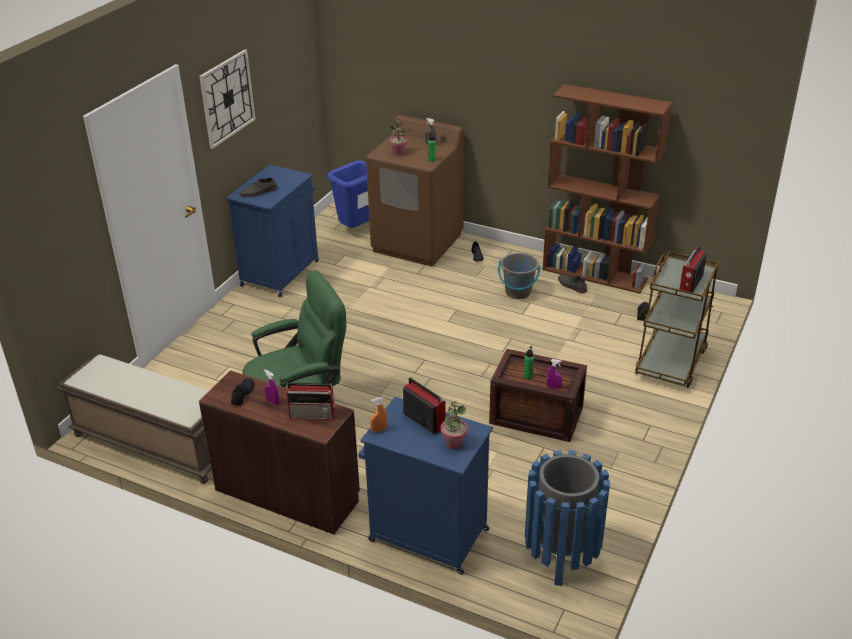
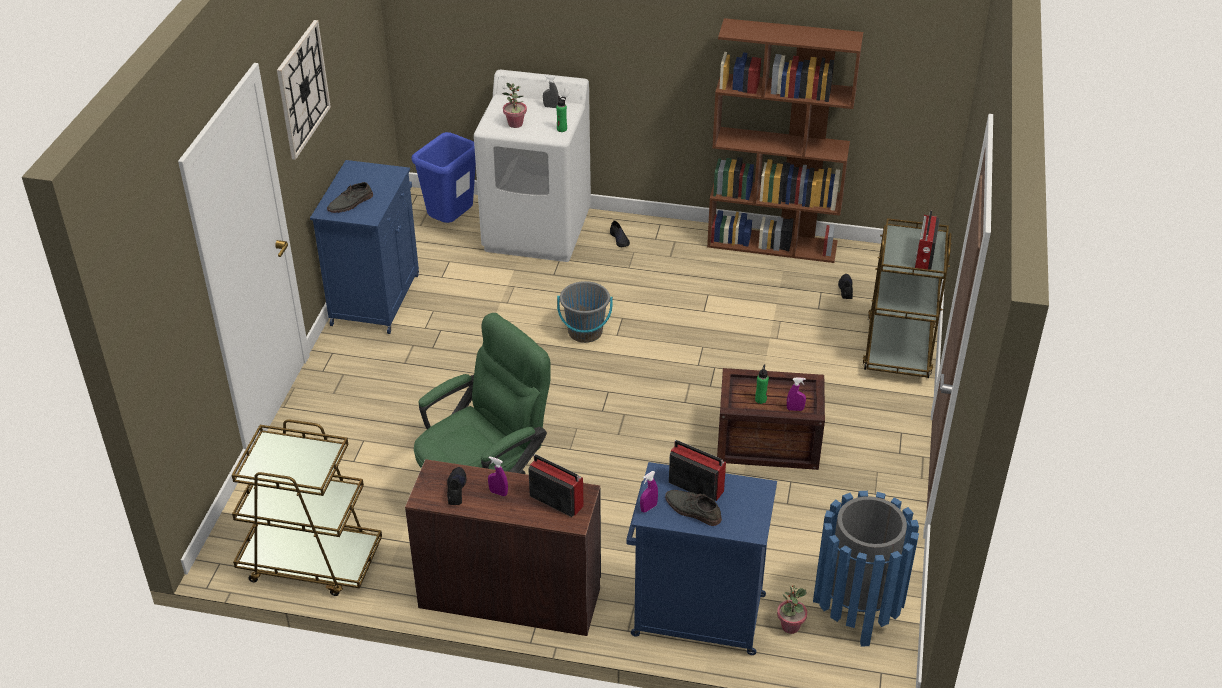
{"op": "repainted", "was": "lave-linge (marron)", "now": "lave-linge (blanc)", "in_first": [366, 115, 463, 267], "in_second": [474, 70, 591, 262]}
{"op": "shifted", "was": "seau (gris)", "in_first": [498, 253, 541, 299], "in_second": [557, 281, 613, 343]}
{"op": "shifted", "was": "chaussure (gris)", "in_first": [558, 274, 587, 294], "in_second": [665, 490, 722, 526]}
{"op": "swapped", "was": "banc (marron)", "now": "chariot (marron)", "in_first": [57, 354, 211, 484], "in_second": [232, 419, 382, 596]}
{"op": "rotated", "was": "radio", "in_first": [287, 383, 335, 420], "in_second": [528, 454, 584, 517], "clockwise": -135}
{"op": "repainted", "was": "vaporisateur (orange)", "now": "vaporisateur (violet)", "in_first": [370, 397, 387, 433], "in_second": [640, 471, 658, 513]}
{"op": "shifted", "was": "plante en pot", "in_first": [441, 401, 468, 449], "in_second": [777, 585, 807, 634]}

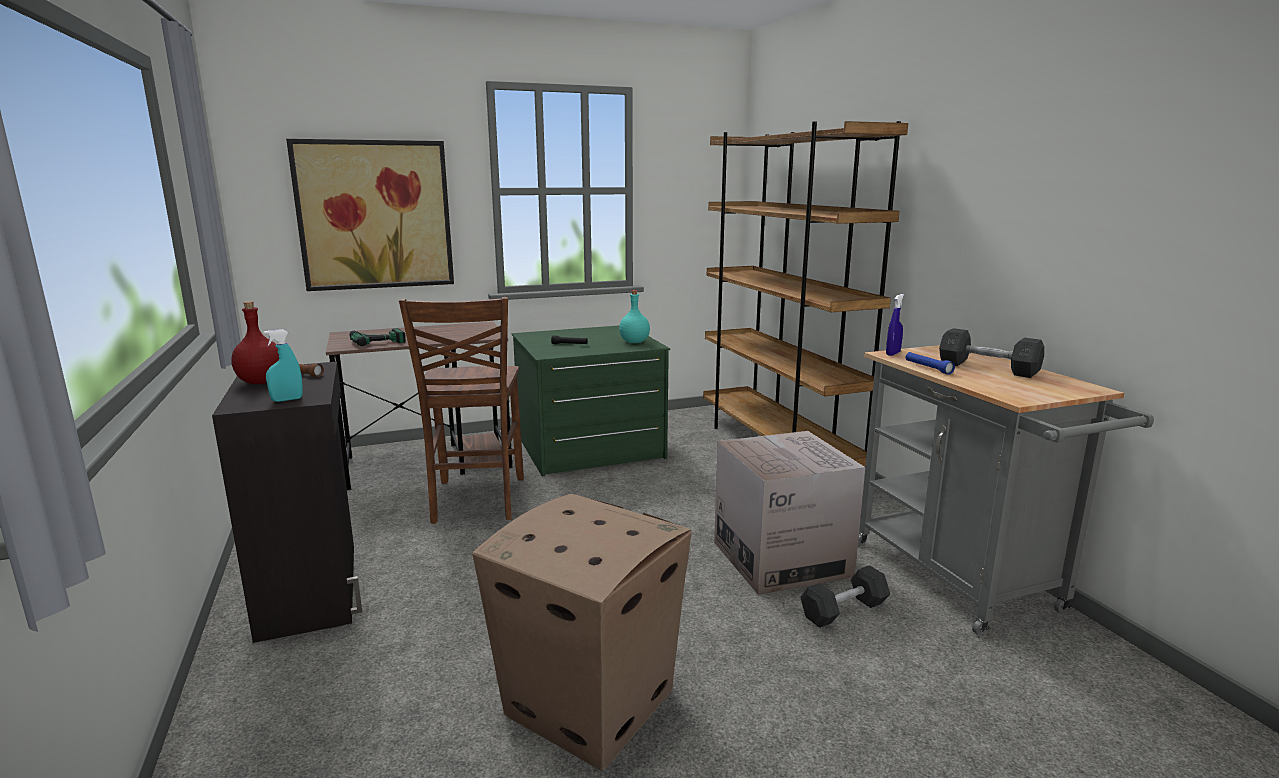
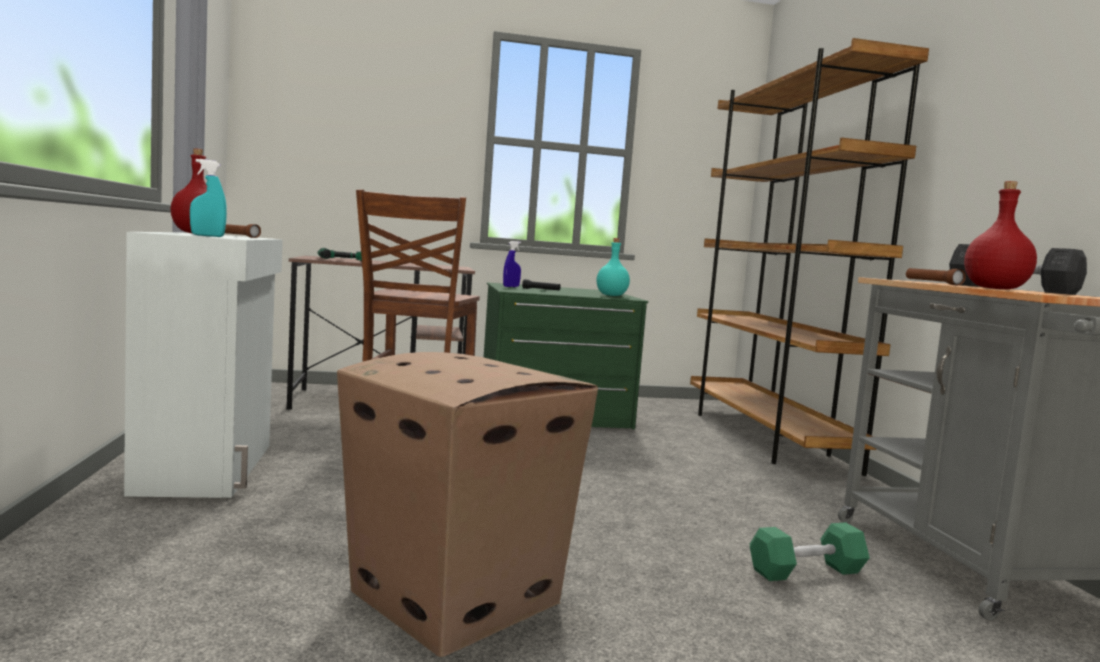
{"op": "gone", "was": "tableau", "in_first": [286, 139, 454, 291]}
{"op": "shifted", "was": "vaporisateur (bleu)", "in_first": [886, 294, 904, 356], "in_second": [503, 241, 521, 287]}
{"op": "repainted", "was": "lampe de poche (bleu)", "now": "lampe de poche (marron)", "in_first": [906, 352, 955, 375], "in_second": [906, 268, 966, 285]}
{"op": "repainted", "was": "meuble de rangement (noir)", "now": "meuble de rangement (blanc)", "in_first": [212, 362, 362, 643], "in_second": [124, 232, 283, 498]}
{"op": "gone", "was": "carton", "in_first": [714, 431, 865, 595]}
{"op": "repainted", "was": "haltère (gris)", "now": "haltère (vert)", "in_first": [800, 565, 890, 628], "in_second": [750, 522, 870, 581]}
{"op": "new", "now": "bouteille (rouge)", "in_second": [964, 181, 1037, 289]}

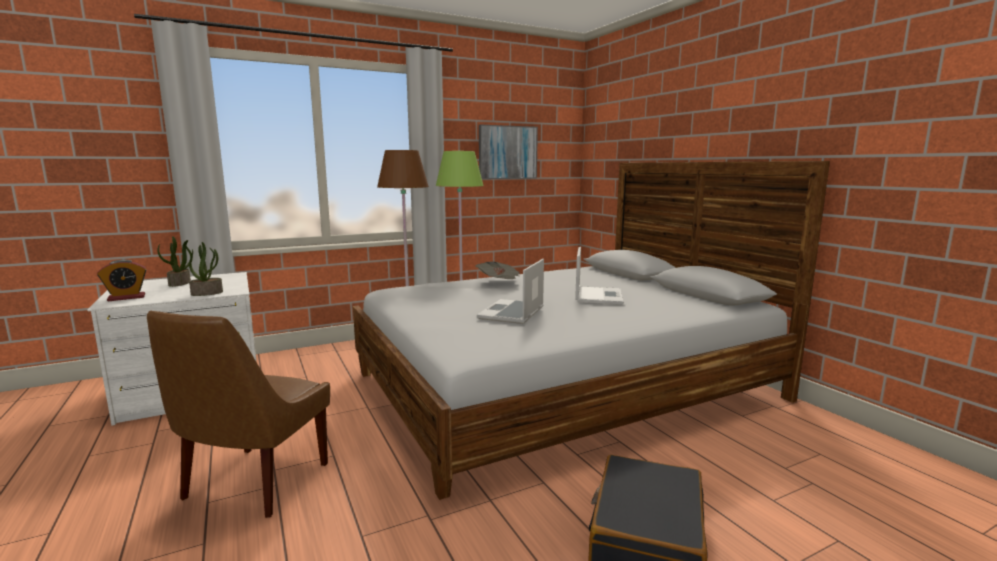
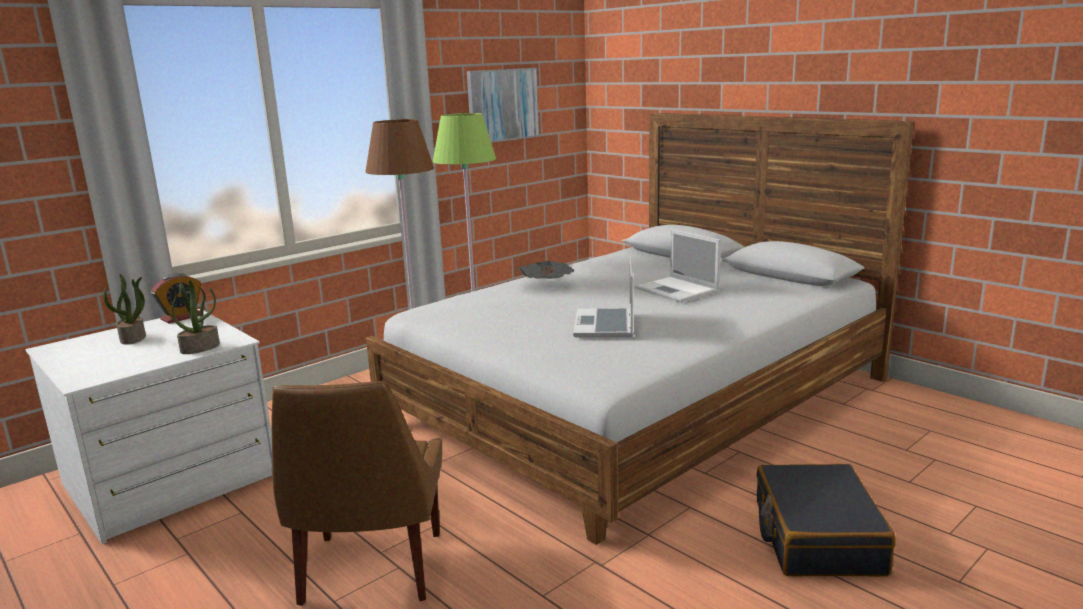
{"op": "rotated", "was": "ordinateur portable", "in_first": [575, 247, 624, 304], "in_second": [635, 229, 721, 303], "clockwise": 150}
{"op": "shifted", "was": "réveil", "in_first": [97, 260, 147, 301], "in_second": [151, 273, 201, 324]}

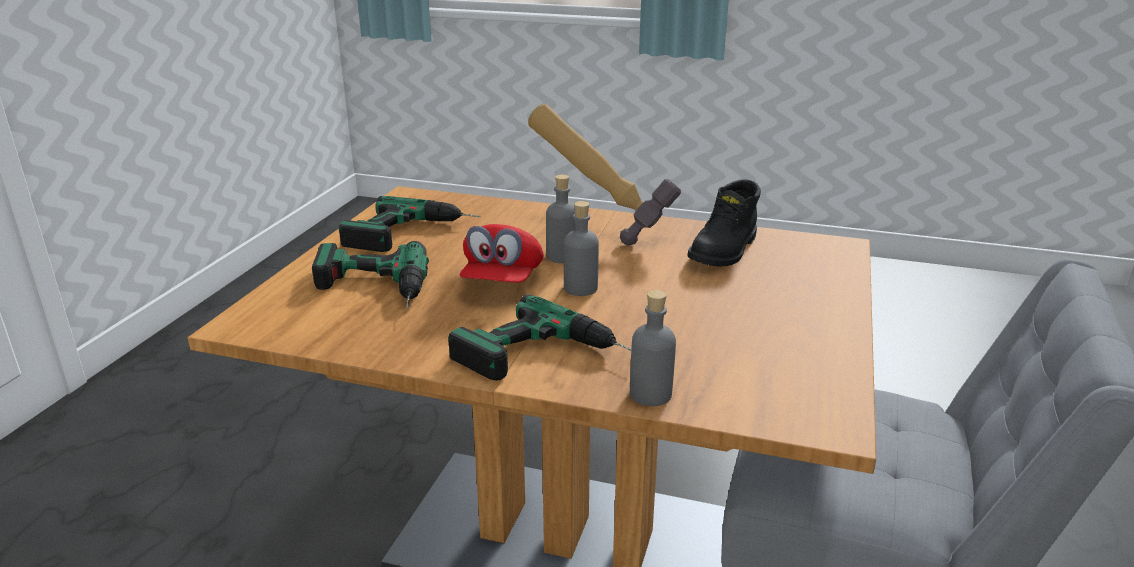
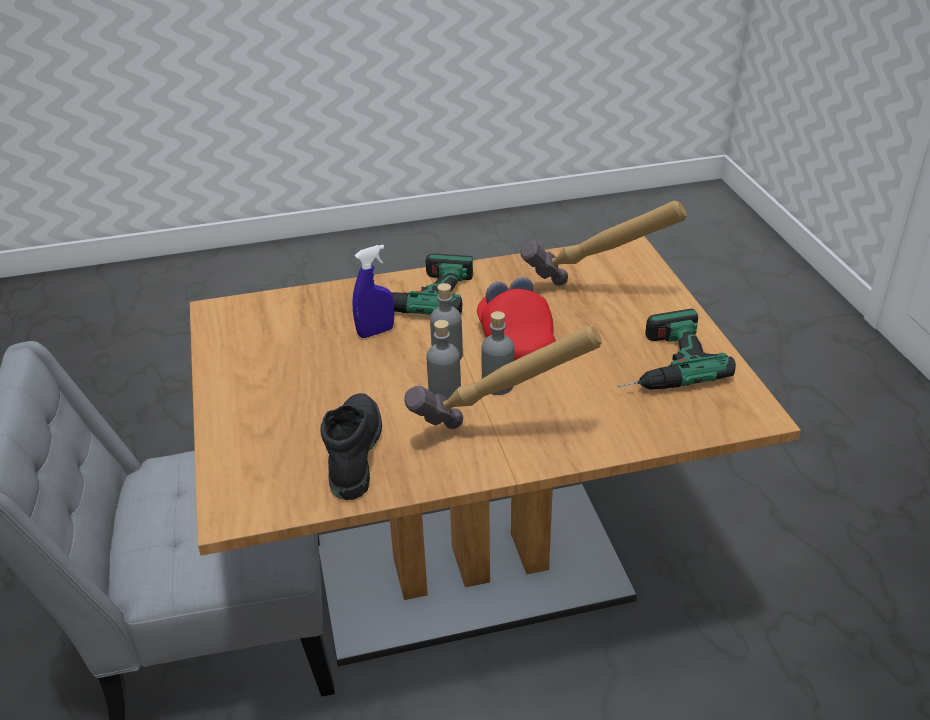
{"op": "swapped", "was": "perceuse", "now": "marteau", "in_first": [312, 241, 429, 308], "in_second": [520, 201, 687, 286]}
{"op": "shifted", "was": "bouteille (gris)", "in_first": [630, 290, 676, 406], "in_second": [426, 320, 461, 399]}
{"op": "new", "now": "vaporisateur (bleu)", "in_second": [352, 245, 394, 338]}

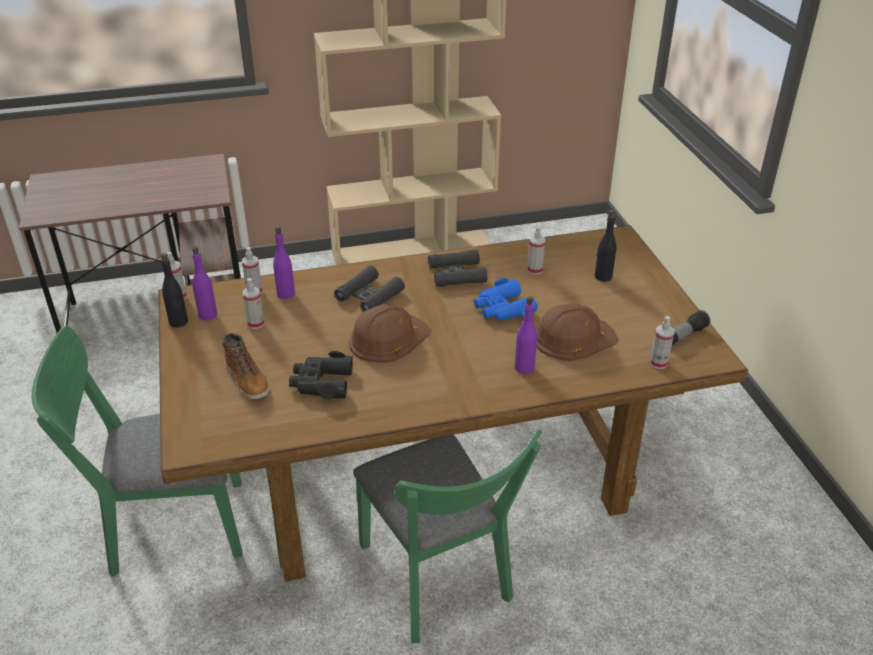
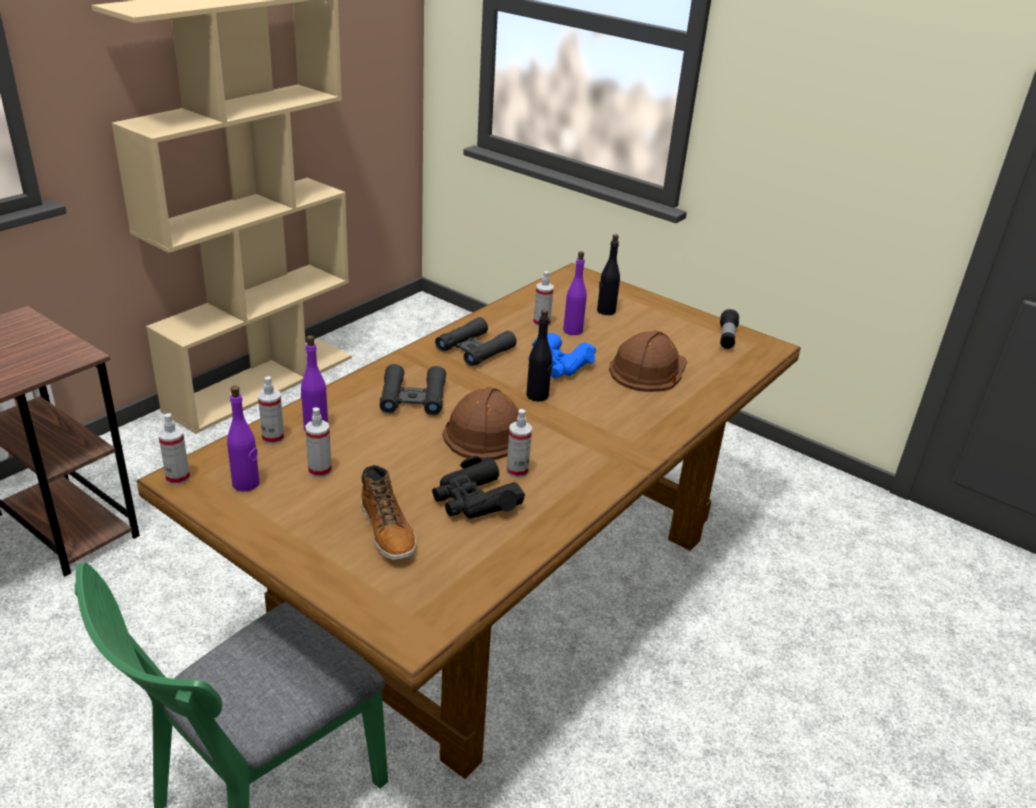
{"op": "shifted", "was": "bouteille (noir)", "in_first": [161, 253, 188, 328], "in_second": [526, 309, 552, 402]}
{"op": "shifted", "was": "bouteille (violet)", "in_first": [515, 296, 537, 374], "in_second": [563, 251, 587, 335]}
{"op": "shifted", "was": "vaporisateur", "in_first": [650, 316, 674, 369], "in_second": [506, 409, 532, 478]}
{"op": "rotated", "was": "botte", "in_first": [222, 333, 270, 399], "in_second": [361, 465, 416, 560], "clockwise": 45}
{"op": "gone", "was": "chaise (vert)", "in_first": [353, 429, 542, 643]}

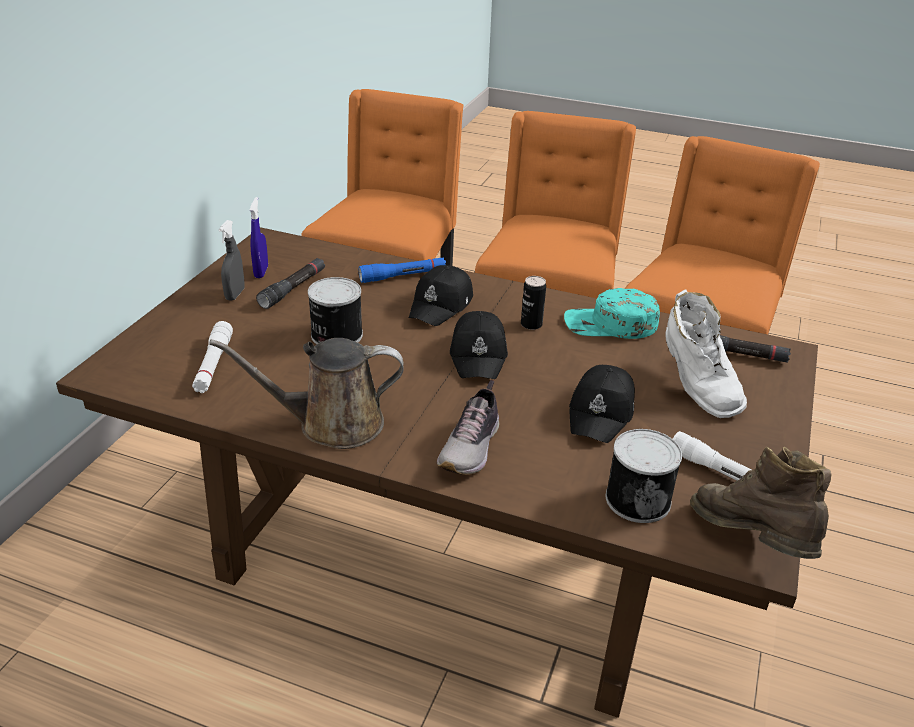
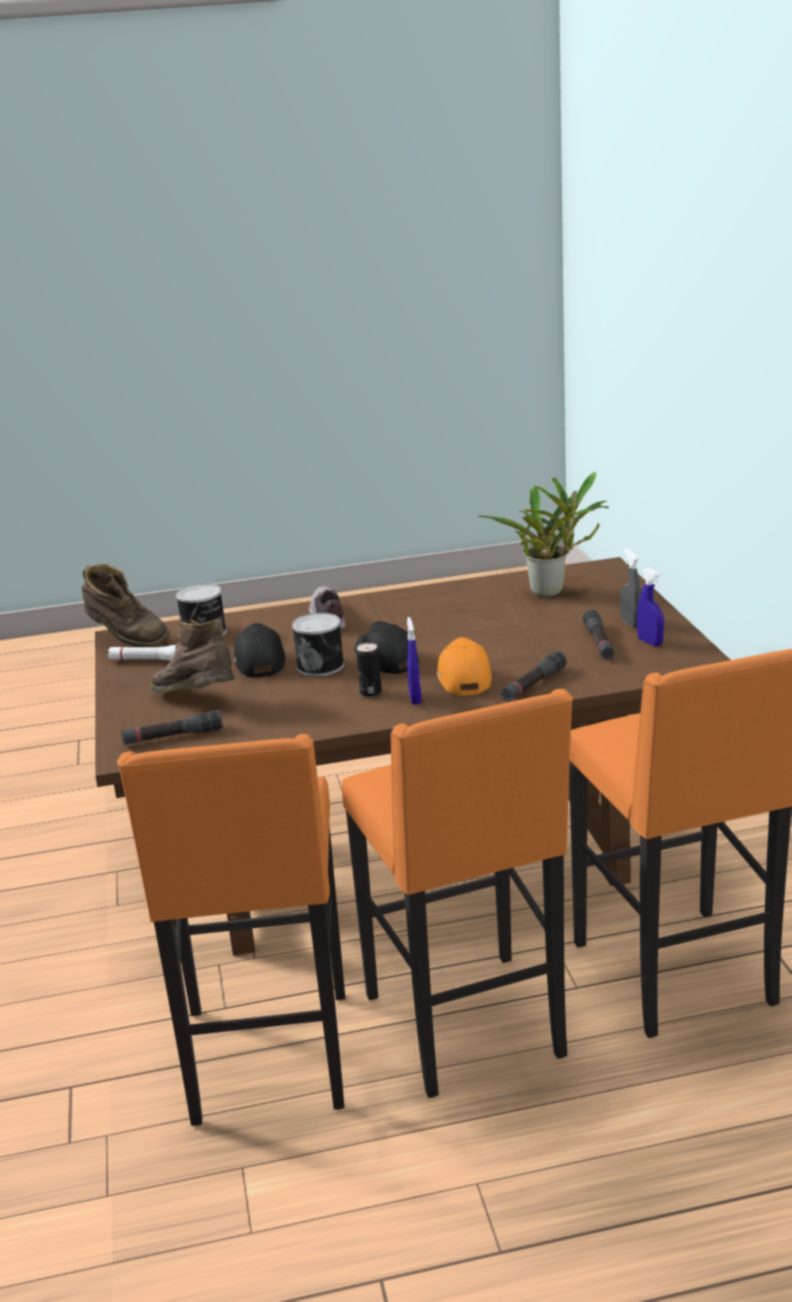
{"op": "repainted", "was": "lampe de poche (bleu)", "now": "lampe de poche (noir)", "in_first": [359, 257, 446, 283], "in_second": [501, 651, 567, 702]}
{"op": "repainted", "was": "casquette (noir)", "now": "casquette (orange)", "in_first": [409, 265, 473, 326], "in_second": [437, 637, 492, 695]}
{"op": "shifted", "was": "boîte métallique", "in_first": [308, 277, 363, 344], "in_second": [292, 613, 344, 677]}
{"op": "gone", "was": "casquette (turquoise)", "in_first": [564, 288, 660, 339]}
{"op": "repainted", "was": "botte (blanc)", "now": "botte (marron)", "in_first": [665, 289, 747, 418], "in_second": [150, 619, 234, 693]}
{"op": "swapped", "was": "lampe de poche (blanc)", "now": "plante en pot", "in_first": [192, 321, 233, 393], "in_second": [477, 472, 609, 597]}
{"op": "gone", "was": "arrosoir (marron)", "in_first": [209, 338, 404, 449]}
{"op": "new", "now": "vaporisateur (bleu)", "in_second": [407, 617, 422, 705]}

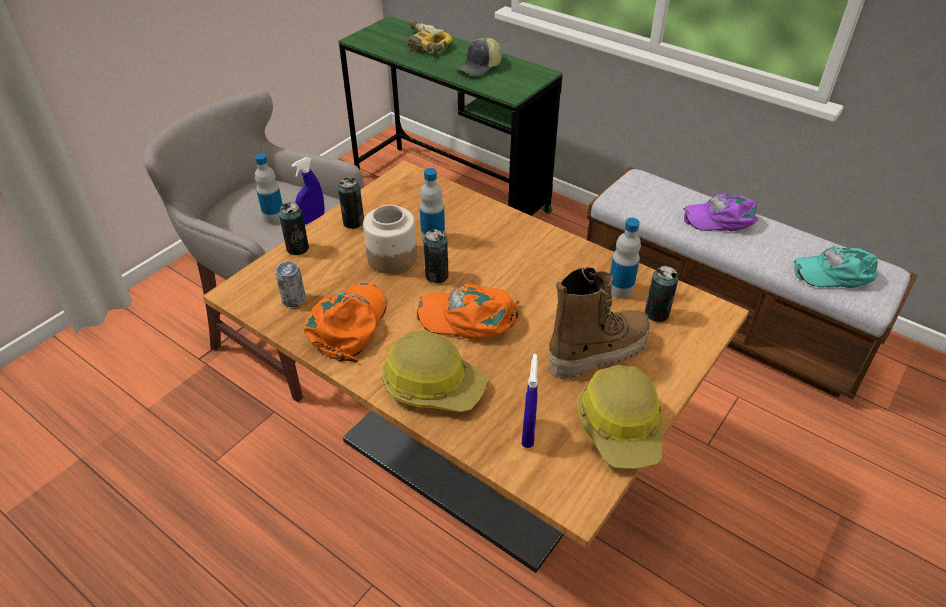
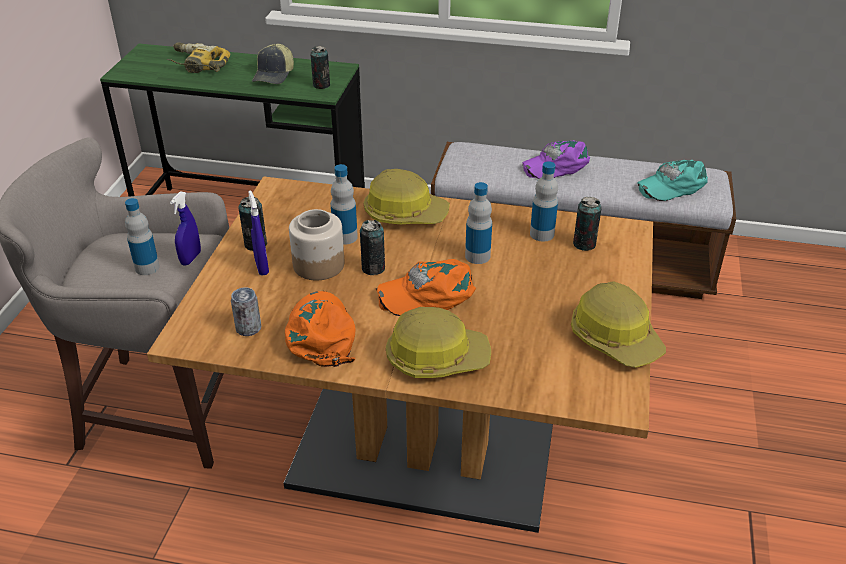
{"op": "shifted", "was": "boîte métallique", "in_first": [279, 202, 309, 255], "in_second": [310, 46, 330, 89]}
{"op": "gone", "was": "botte", "in_first": [548, 267, 650, 379]}
{"op": "shifted", "was": "vaporisateur (bleu)", "in_first": [522, 354, 538, 448], "in_second": [248, 190, 269, 275]}
{"op": "new", "now": "casque de chantier", "in_second": [364, 169, 450, 224]}
{"op": "new", "now": "bouteille", "in_second": [465, 182, 492, 264]}

